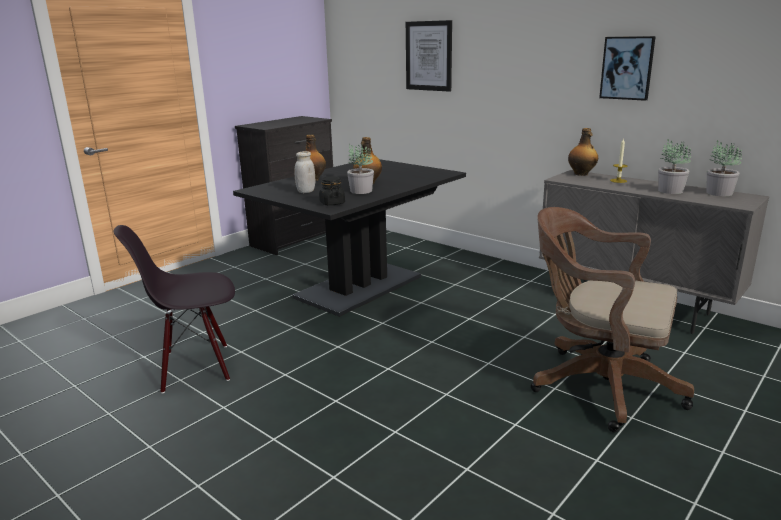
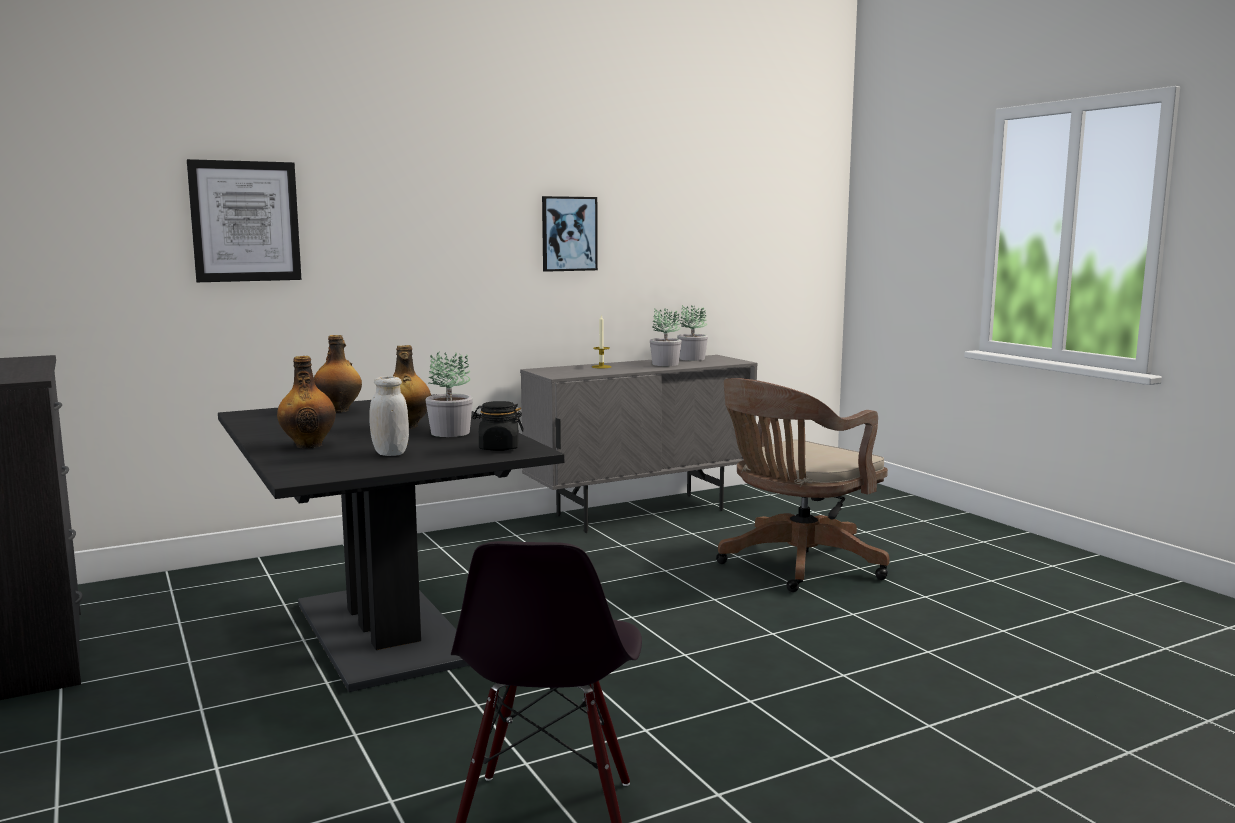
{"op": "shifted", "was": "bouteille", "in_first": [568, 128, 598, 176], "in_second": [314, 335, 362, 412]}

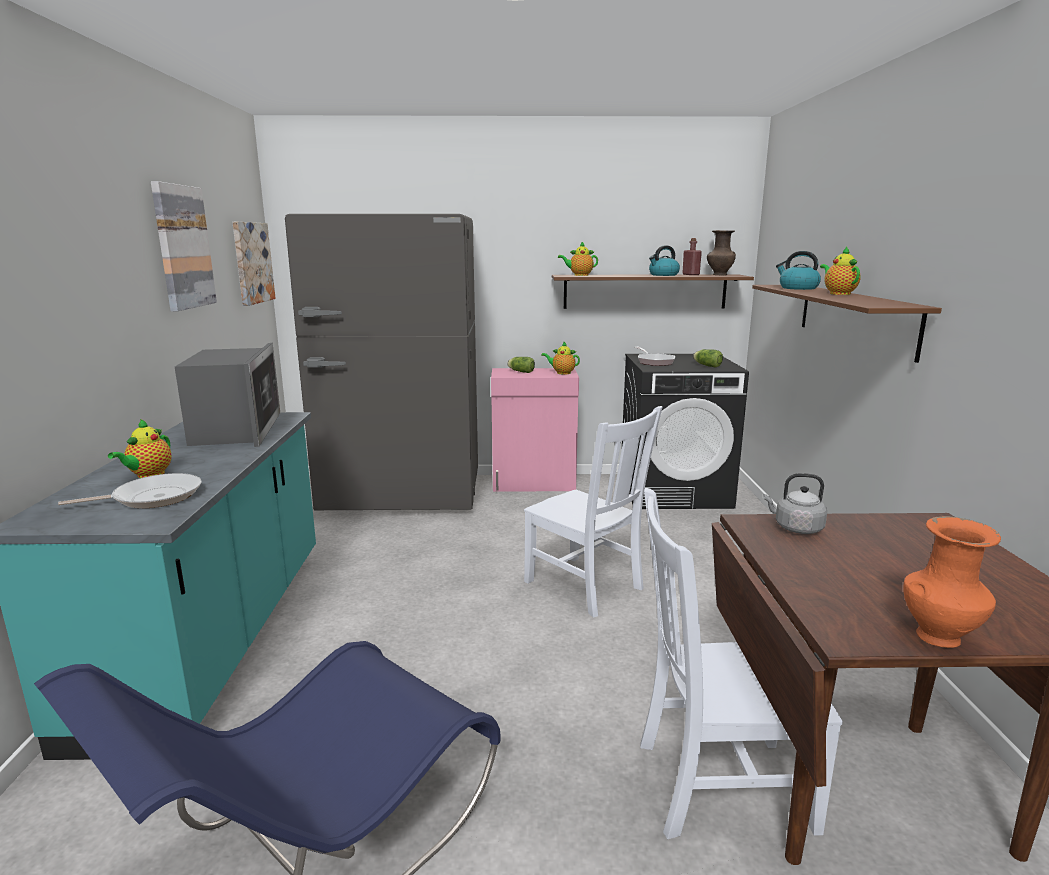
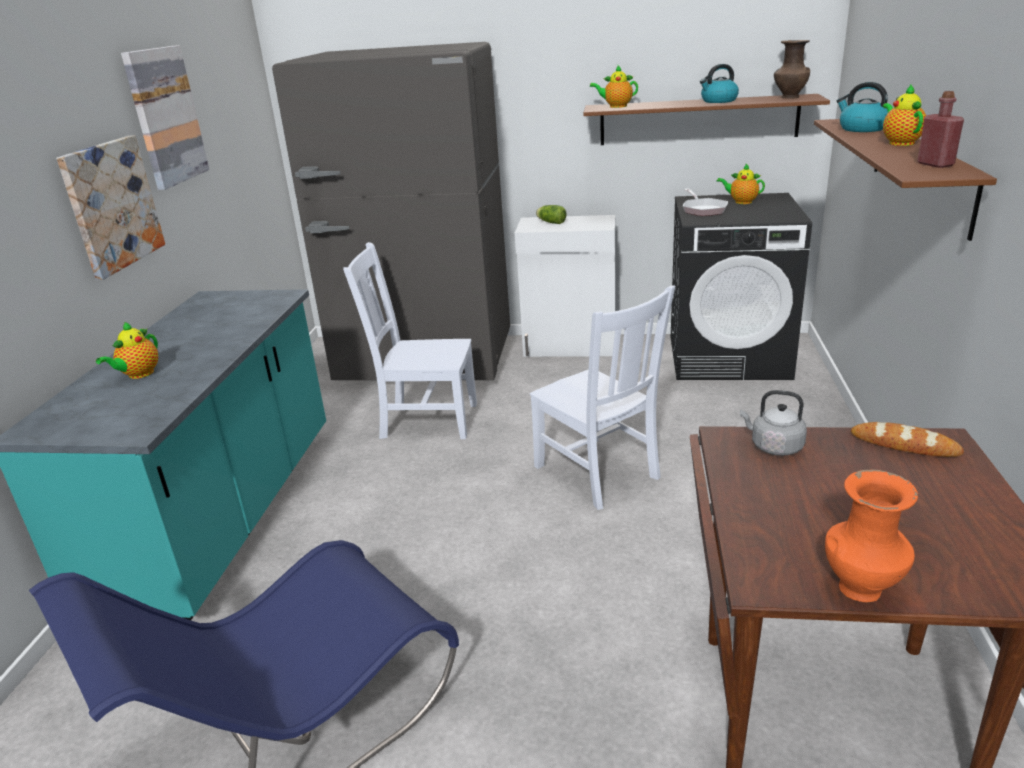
{"op": "shifted", "was": "tableau", "in_first": [232, 222, 276, 306], "in_second": [56, 135, 165, 280]}
{"op": "shifted", "was": "bouteille (rouge)", "in_first": [682, 238, 702, 275], "in_second": [917, 91, 964, 168]}
{"op": "shifted", "was": "théière", "in_first": [541, 342, 580, 375], "in_second": [717, 164, 765, 204]}
{"op": "gone", "was": "micro-ondes", "in_first": [175, 343, 280, 447]}
{"op": "gone", "was": "laitue", "in_first": [693, 349, 723, 367]}
{"op": "repainted", "was": "meuble de rangement (rose)", "now": "meuble de rangement (blanc)", "in_first": [491, 368, 579, 492], "in_second": [515, 215, 615, 357]}
{"op": "gone", "was": "poêle", "in_first": [58, 473, 202, 508]}
{"op": "shifted", "was": "chaise (blanc)", "in_first": [640, 488, 843, 839], "in_second": [343, 242, 477, 439]}
{"op": "new", "now": "pain", "in_second": [851, 422, 964, 457]}

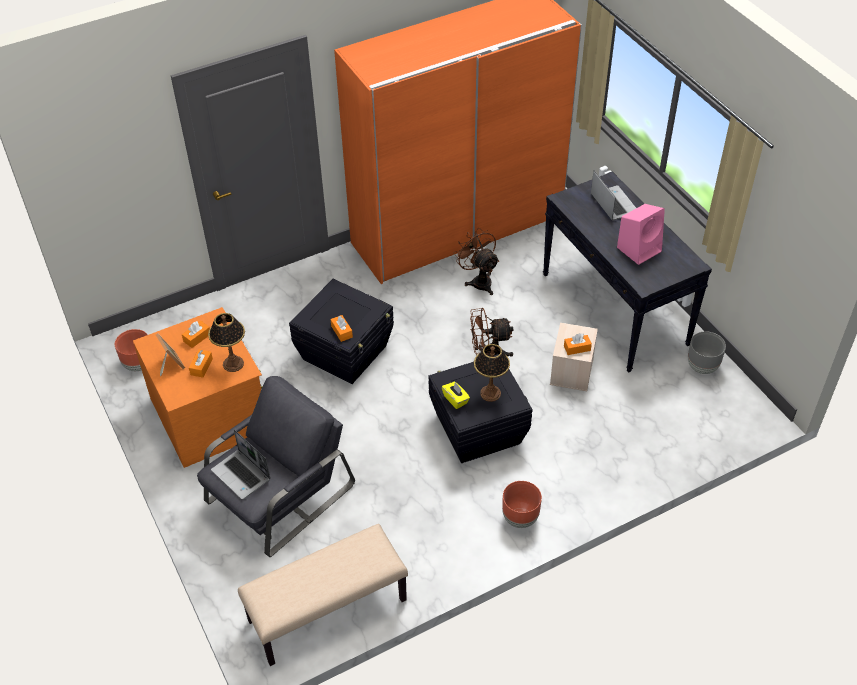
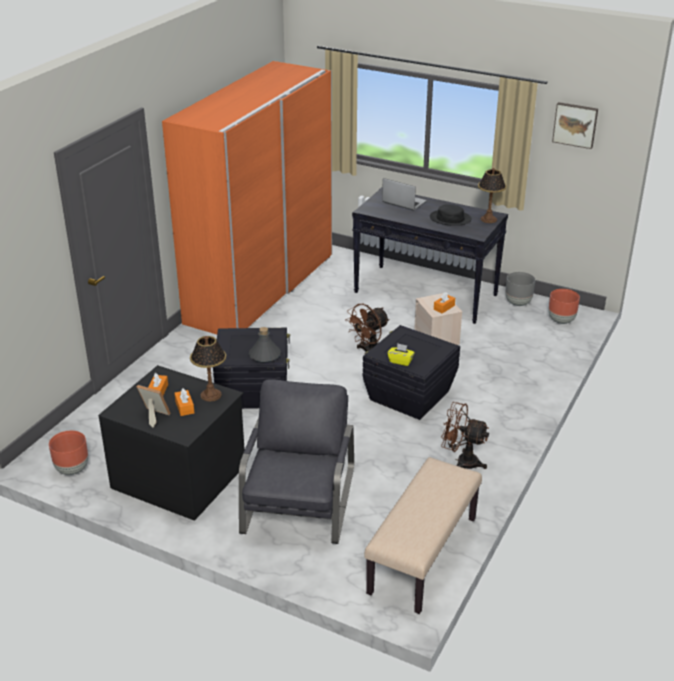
{"op": "swapped", "was": "enceinte (rose)", "now": "chapeau (noir)", "in_first": [617, 204, 665, 265], "in_second": [430, 204, 471, 226]}
{"op": "shifted", "was": "ventilateur (marron)", "in_first": [454, 228, 499, 295], "in_second": [441, 402, 489, 469]}
{"op": "repainted", "was": "commode (orange)", "now": "commode (noir)", "in_first": [133, 307, 263, 468], "in_second": [98, 365, 245, 521]}
{"op": "swapped", "was": "boîte à mouchoirs (orange)", "now": "bouteille (gris)", "in_first": [330, 315, 353, 342], "in_second": [249, 327, 281, 363]}
{"op": "shifted", "was": "lampe de table", "in_first": [474, 344, 510, 402], "in_second": [478, 168, 506, 223]}
{"op": "gone", "was": "ordinateur portable", "in_first": [211, 430, 270, 500]}
{"op": "shifted", "was": "cache-pot (marron)", "in_first": [502, 481, 542, 528], "in_second": [549, 289, 580, 324]}
{"op": "new", "now": "tableau", "in_second": [552, 102, 598, 149]}

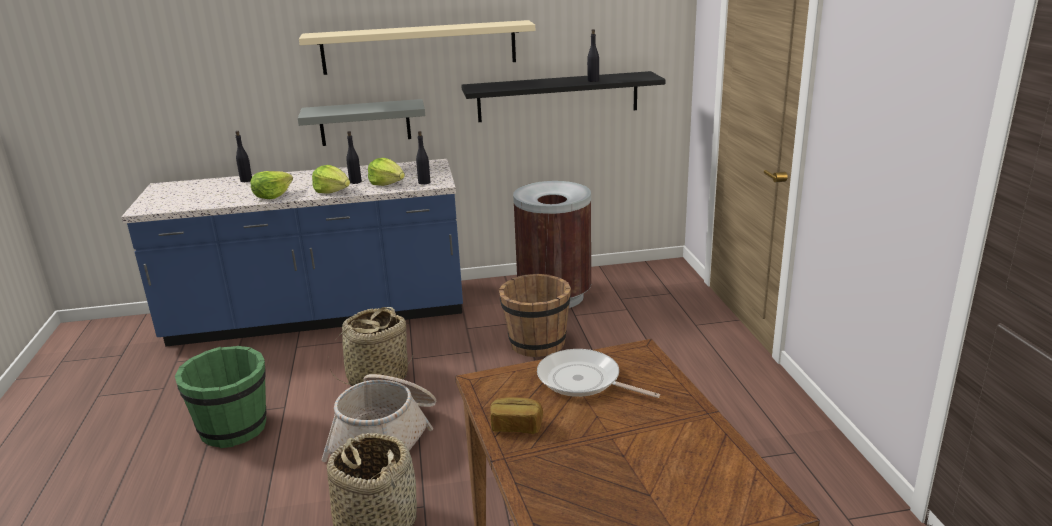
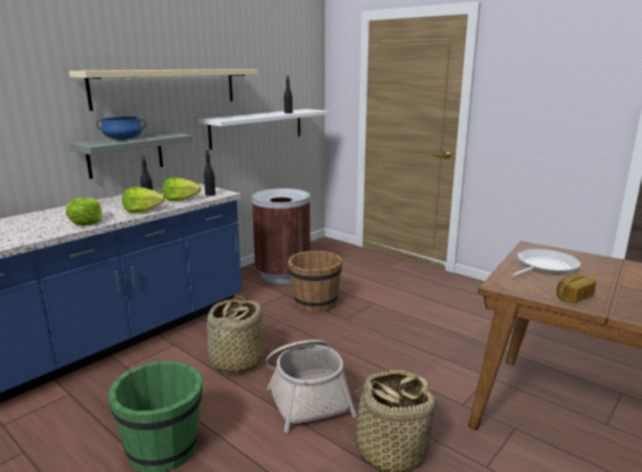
{"op": "repainted", "was": "étagère (noir)", "now": "étagère (blanc)", "in_first": [461, 71, 666, 122], "in_second": [198, 109, 329, 150]}
{"op": "gone", "was": "bouteille (noir)", "in_first": [235, 131, 252, 182]}
{"op": "rotated", "was": "poêle", "in_first": [537, 349, 660, 398], "in_second": [510, 249, 581, 277], "clockwise": 150}
{"op": "new", "now": "marmite (bleu)", "in_second": [96, 117, 146, 139]}

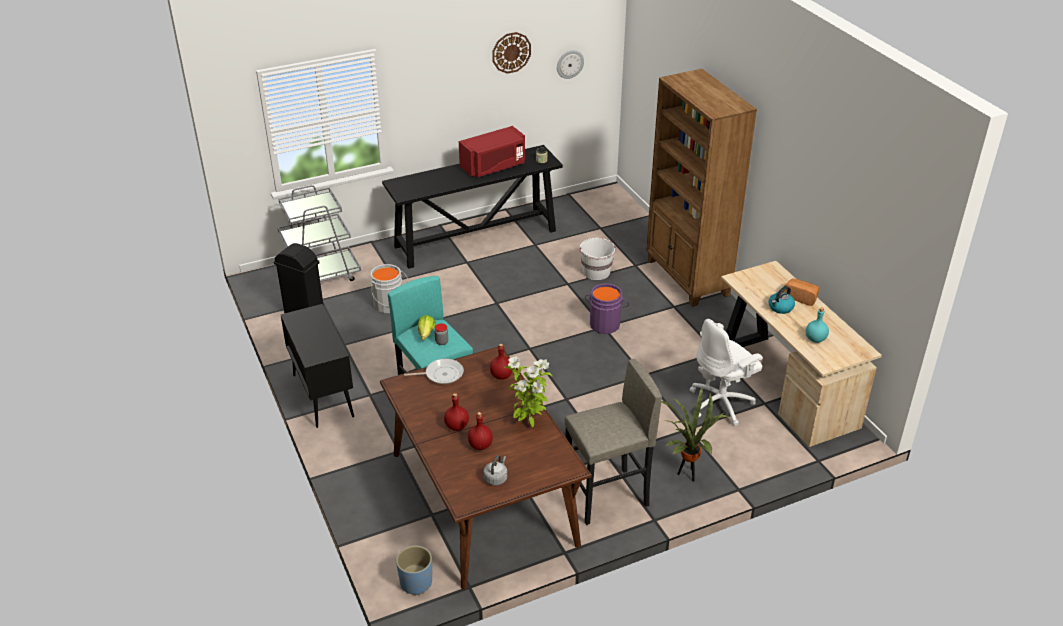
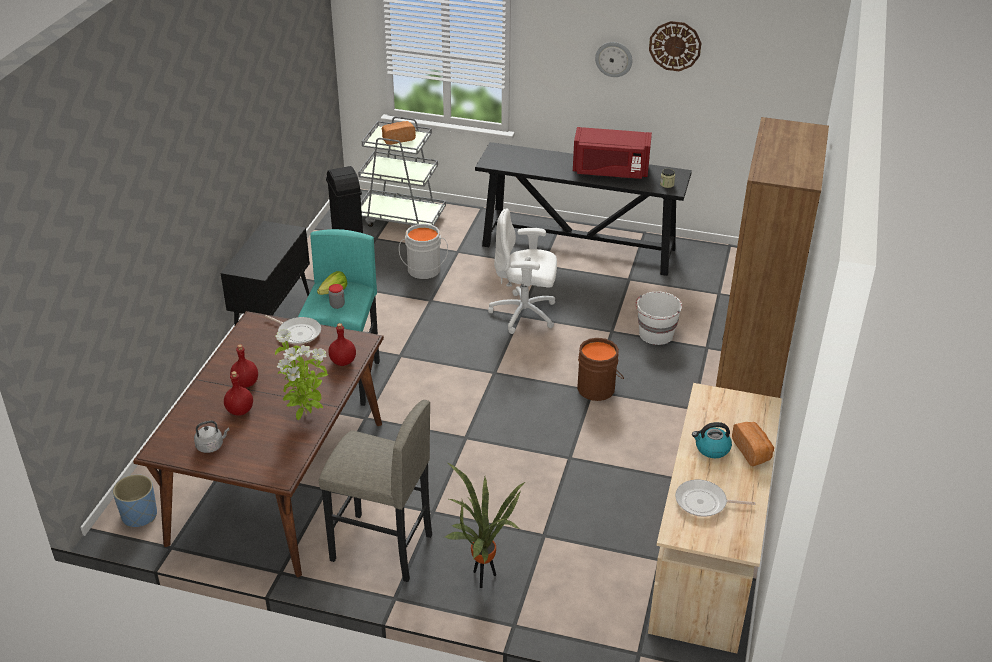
{"op": "shifted", "was": "horloge murale", "in_first": [557, 50, 584, 79], "in_second": [595, 42, 633, 77]}
{"op": "repainted", "was": "seau (violet)", "now": "seau (marron)", "in_first": [585, 283, 629, 334], "in_second": [577, 338, 624, 401]}
{"op": "swapped", "was": "bouteille (turquoise)", "now": "poêle", "in_first": [806, 307, 829, 343], "in_second": [675, 480, 756, 517]}
{"op": "shifted", "was": "chaise de bureau (blanc)", "in_first": [690, 319, 763, 426], "in_second": [488, 208, 557, 334]}
{"op": "new", "now": "pain", "in_second": [382, 121, 416, 145]}

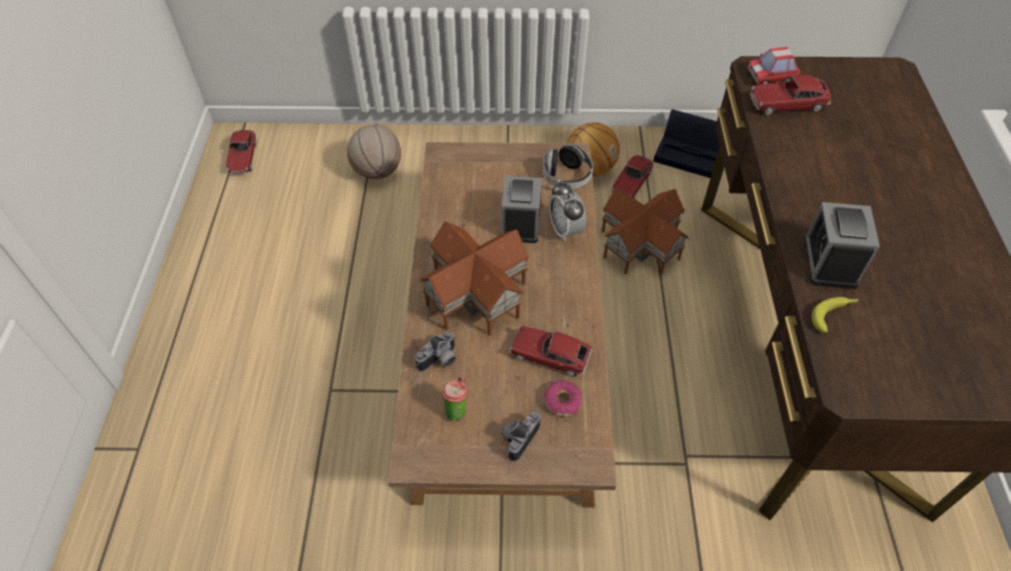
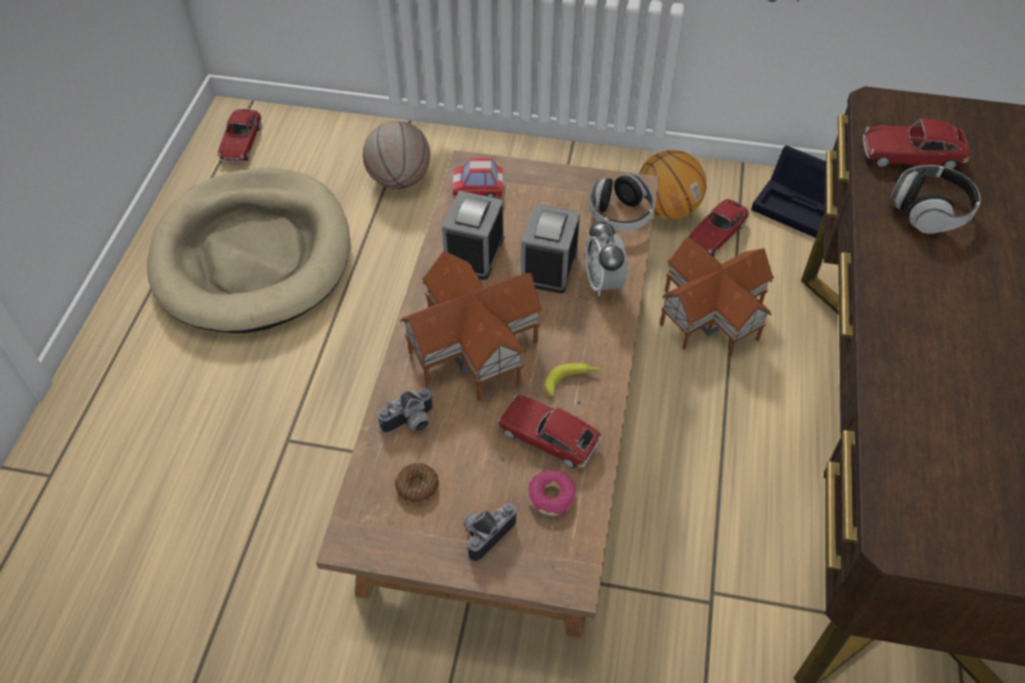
{"op": "shifted", "was": "petite voiture", "in_first": [747, 47, 800, 84], "in_second": [452, 158, 503, 198]}
{"op": "shifted", "was": "réveil", "in_first": [804, 202, 880, 289], "in_second": [442, 191, 504, 280]}
{"op": "shifted", "was": "banane", "in_first": [811, 297, 859, 333], "in_second": [545, 363, 601, 396]}
{"op": "swapped", "was": "tasse", "now": "beignet", "in_first": [442, 377, 468, 421], "in_second": [395, 463, 439, 503]}
{"op": "new", "now": "casque audio", "in_second": [890, 165, 980, 234]}
{"op": "new", "now": "panier pour chien (beige)", "in_second": [147, 168, 350, 333]}

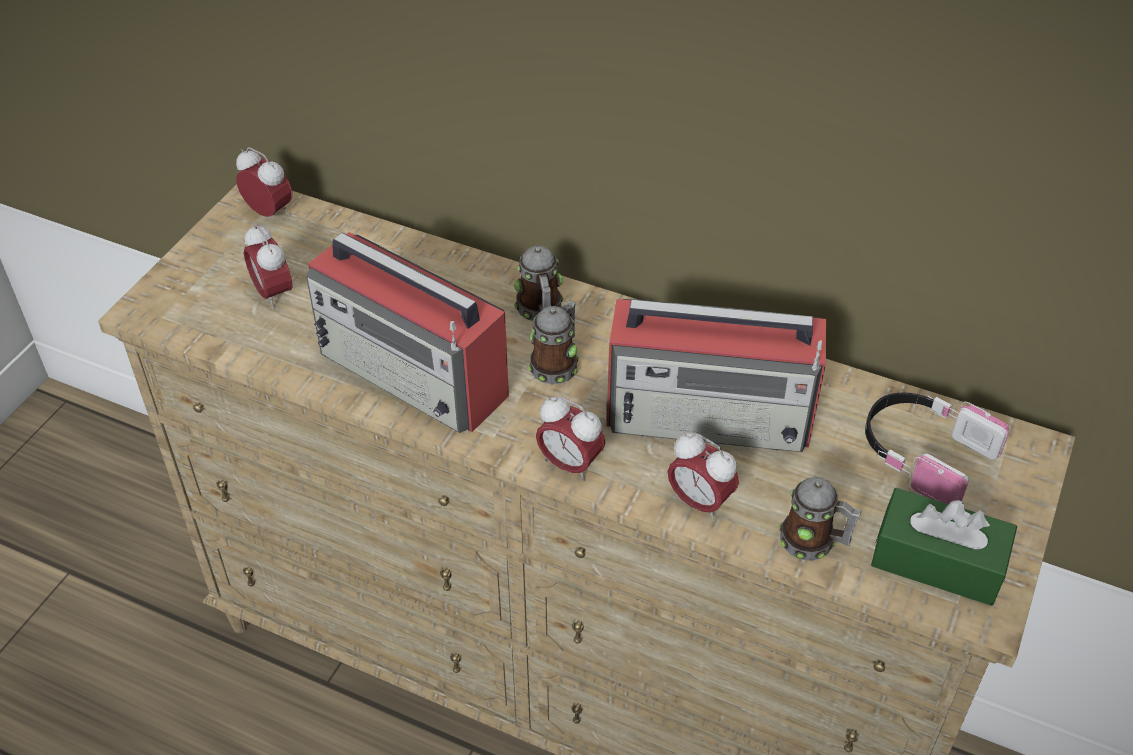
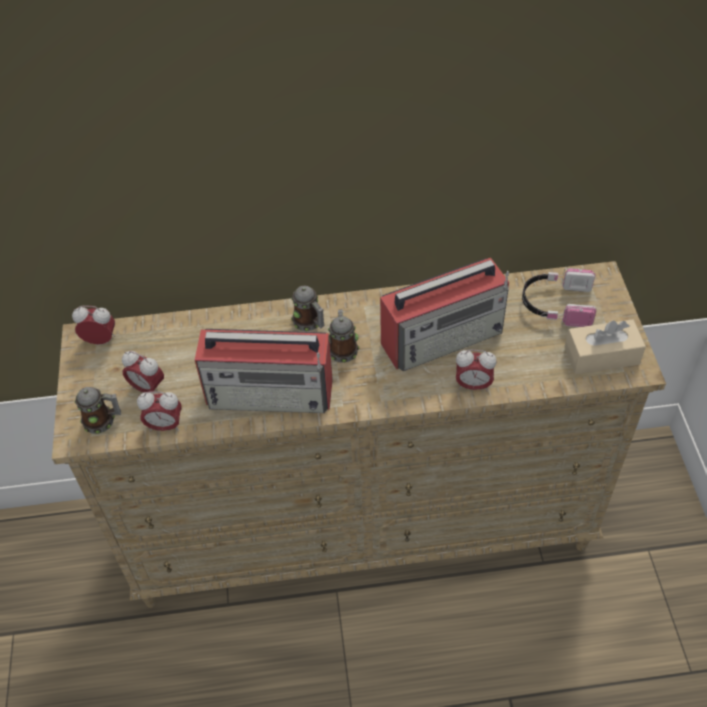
{"op": "shifted", "was": "réveil", "in_first": [536, 396, 605, 482], "in_second": [137, 392, 182, 432]}
{"op": "shifted", "was": "mug", "in_first": [778, 477, 862, 561], "in_second": [74, 387, 121, 434]}
{"op": "repainted", "was": "boîte à mouchoirs (vert)", "now": "boîte à mouchoirs (beige)", "in_first": [871, 488, 1017, 606], "in_second": [564, 319, 646, 374]}

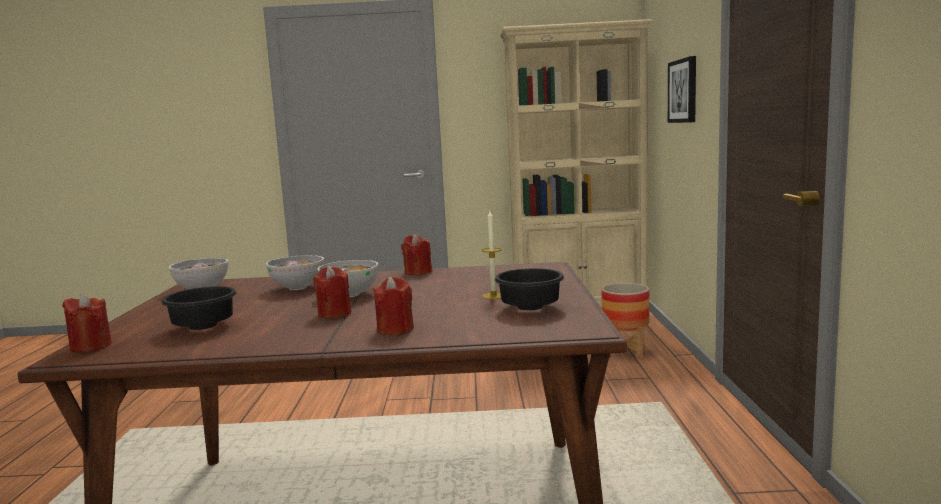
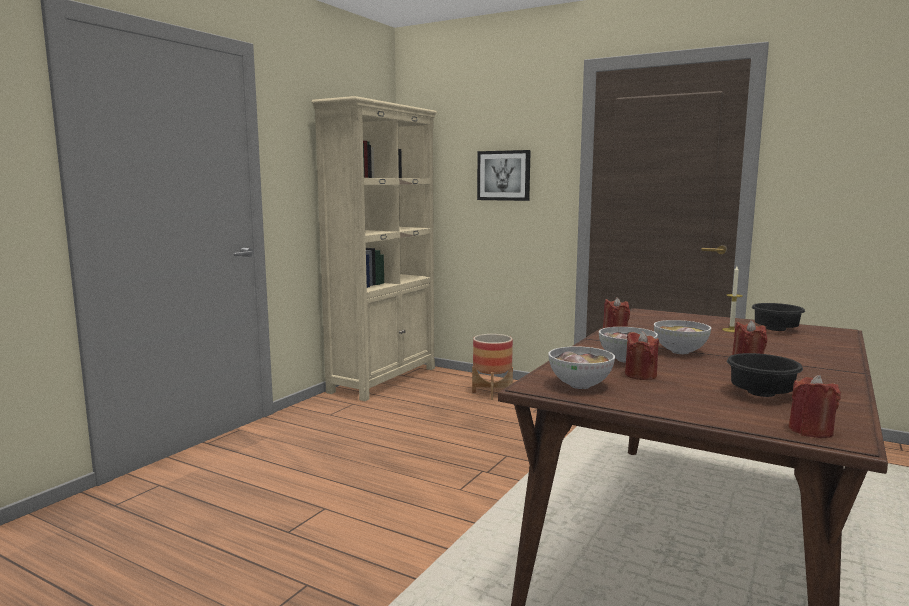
{"op": "shifted", "was": "bougie (rouge)", "in_first": [373, 276, 414, 335], "in_second": [625, 331, 659, 380]}

